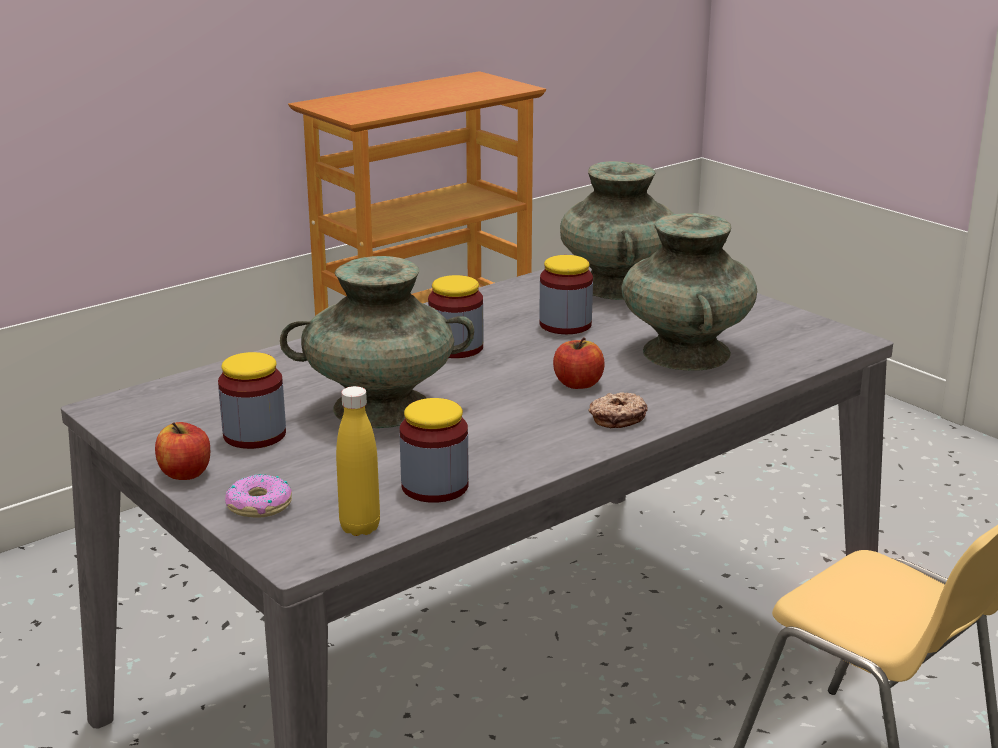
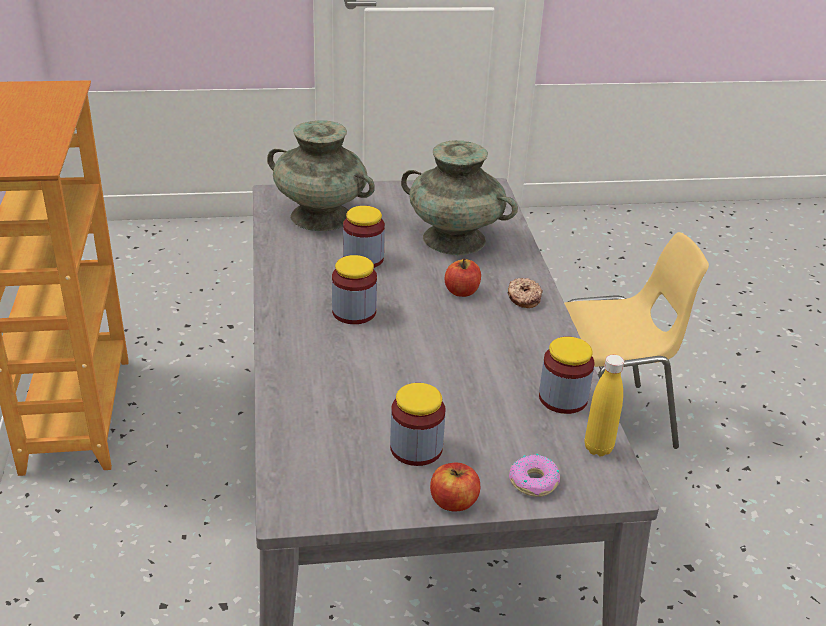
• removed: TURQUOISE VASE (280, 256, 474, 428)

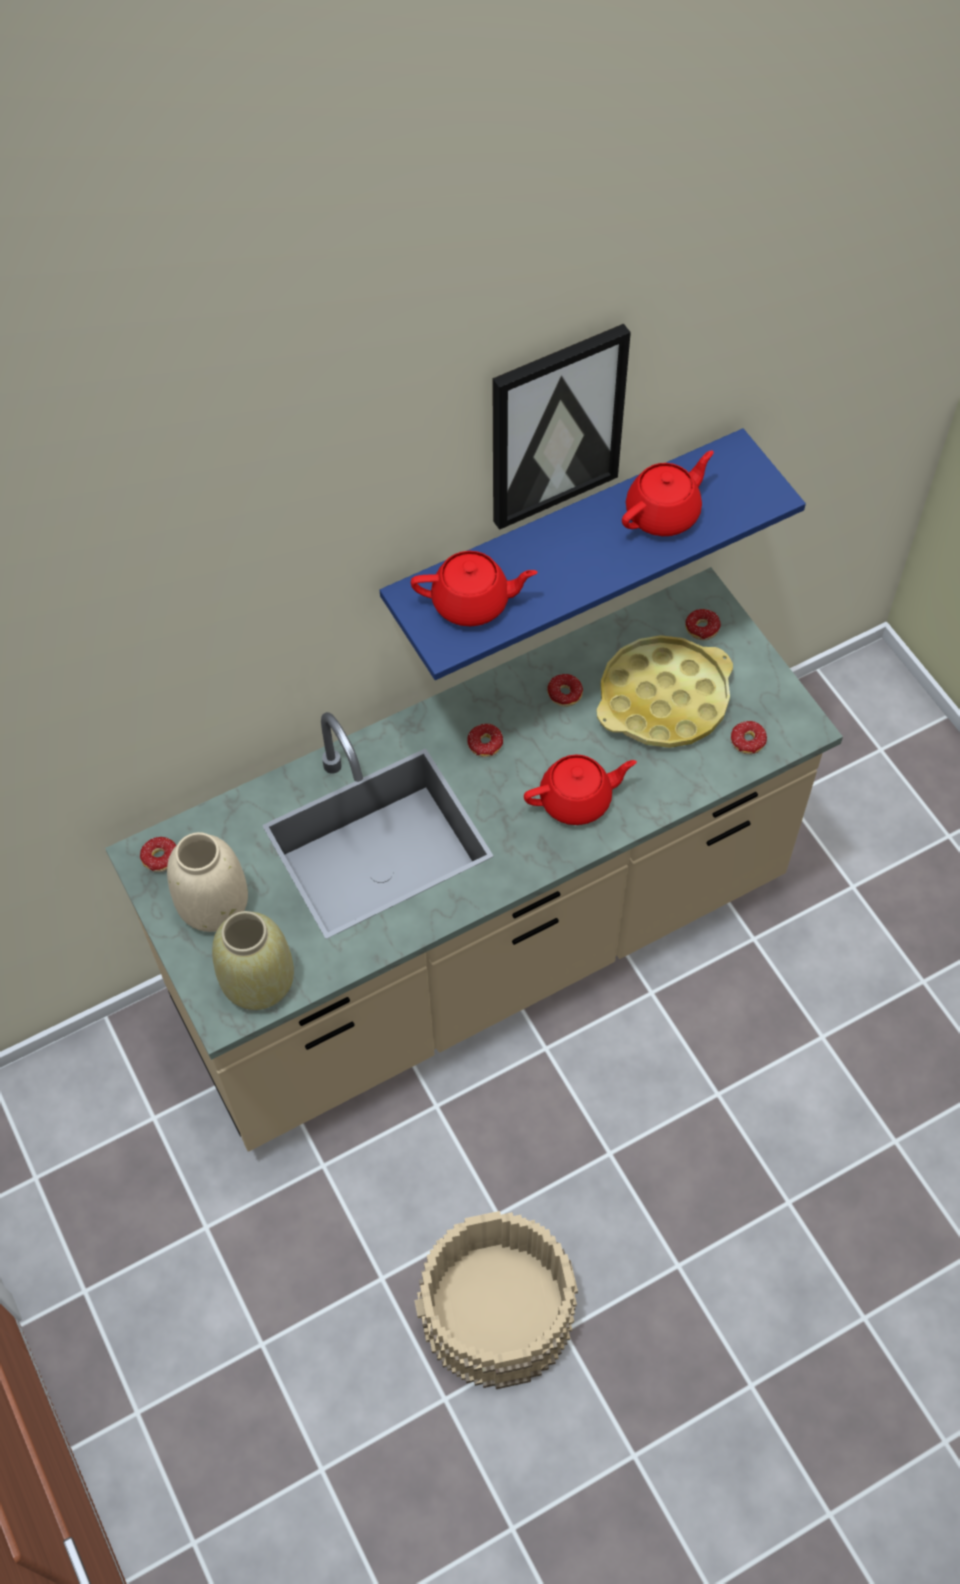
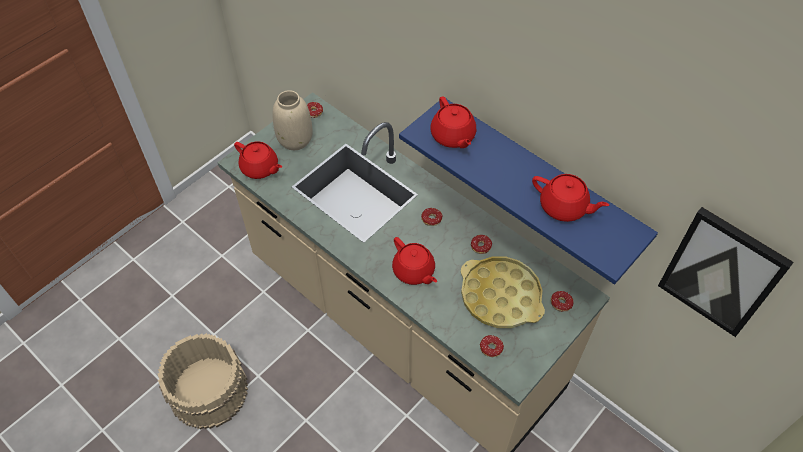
• moved: PICTURE (492, 323, 631, 530) to (658, 207, 794, 337)
• replaced: BEIGE VASE (212, 911, 294, 1010) to RED TEAPOT (234, 141, 282, 179)

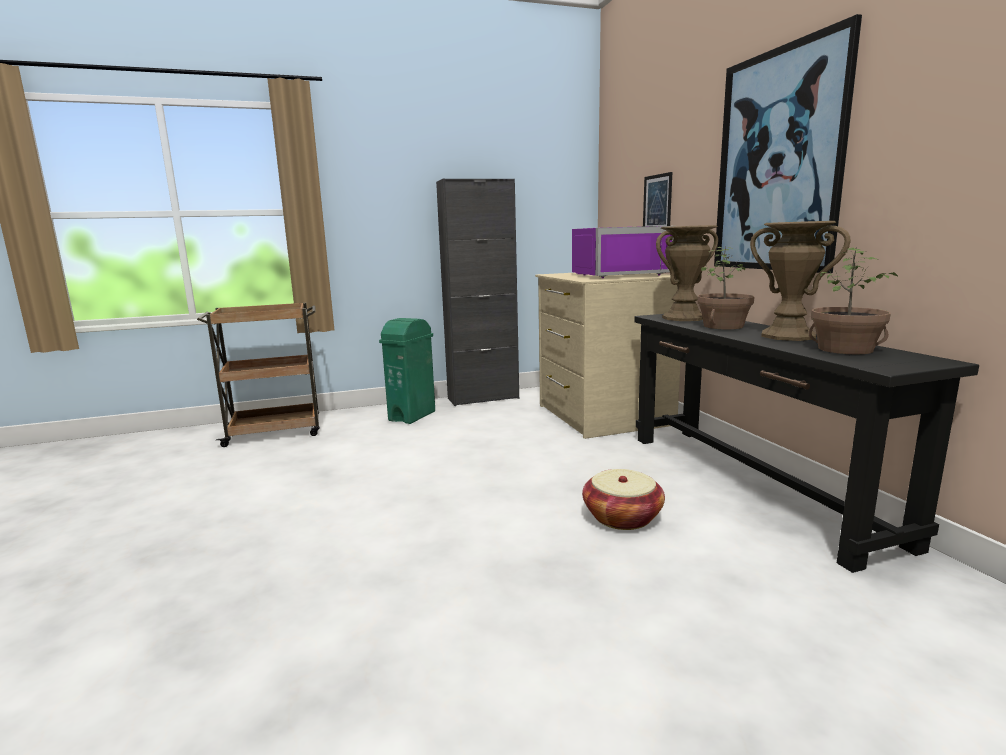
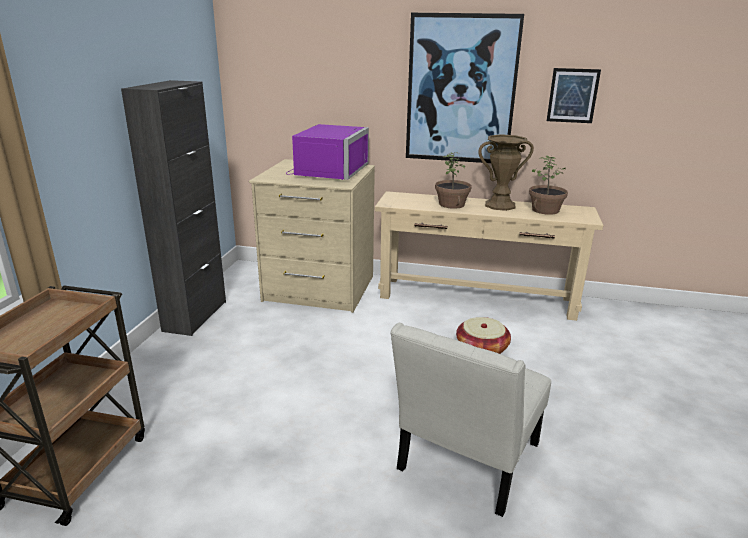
• moved: PICTURE (643, 172, 672, 226) to (547, 68, 601, 123)
• removed: BROWN VASE (656, 225, 718, 321)
• recoloured: BLACK CONSOLE TABLE (634, 314, 979, 573) to BEIGE CONSOLE TABLE (375, 191, 604, 321)
• removed: GREEN TRASH CAN (379, 318, 435, 424)
• added: WHITE CHAIR (390, 323, 551, 517)

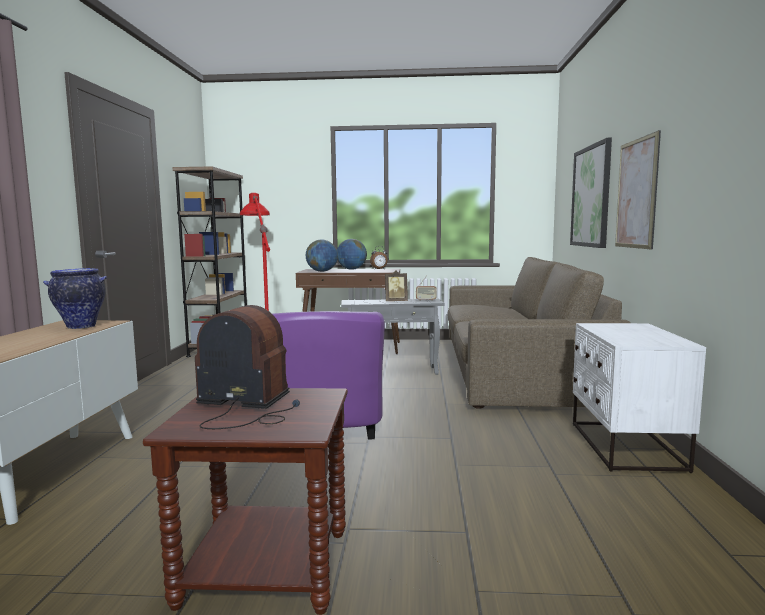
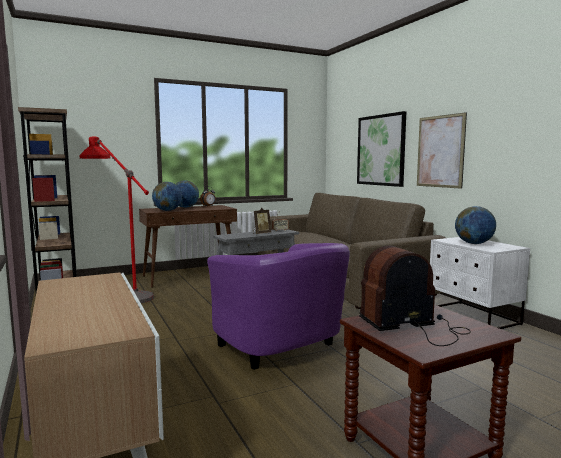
• removed: VASE (43, 268, 107, 329)
• added: GLOBE (455, 206, 496, 244)

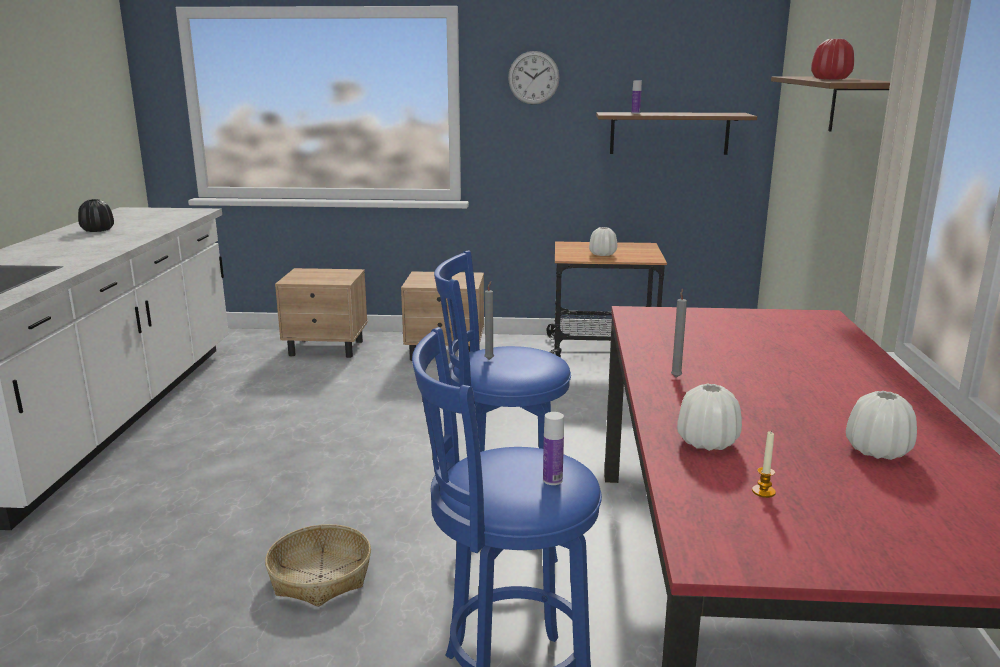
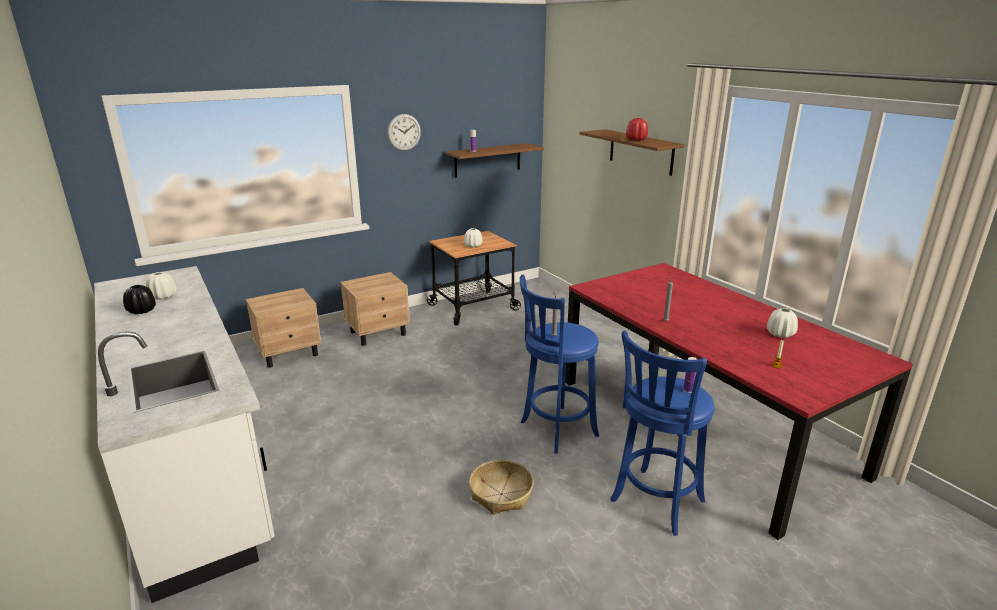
• moved: WHITE VASE (677, 384, 742, 451) to (146, 272, 177, 300)

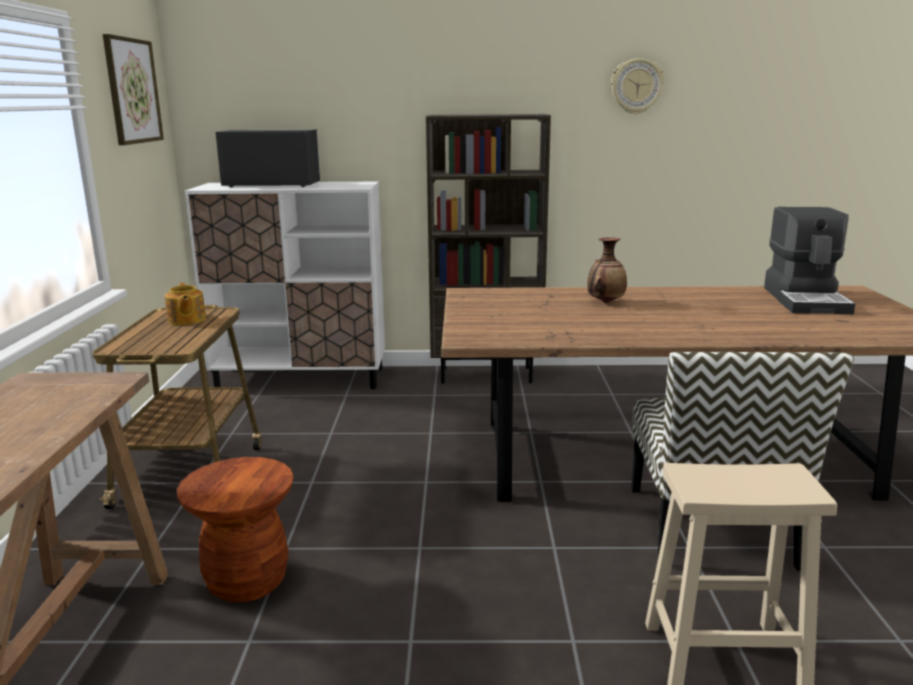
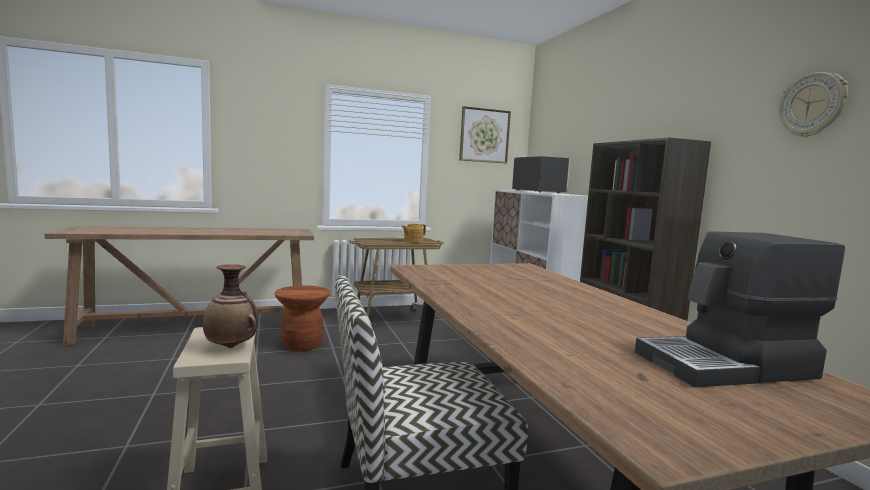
• moved: VASE (588, 238, 627, 303) to (203, 264, 258, 348)

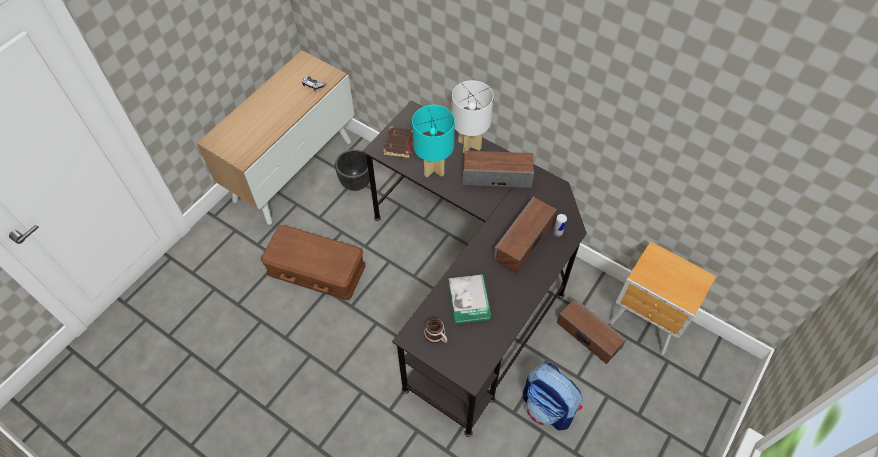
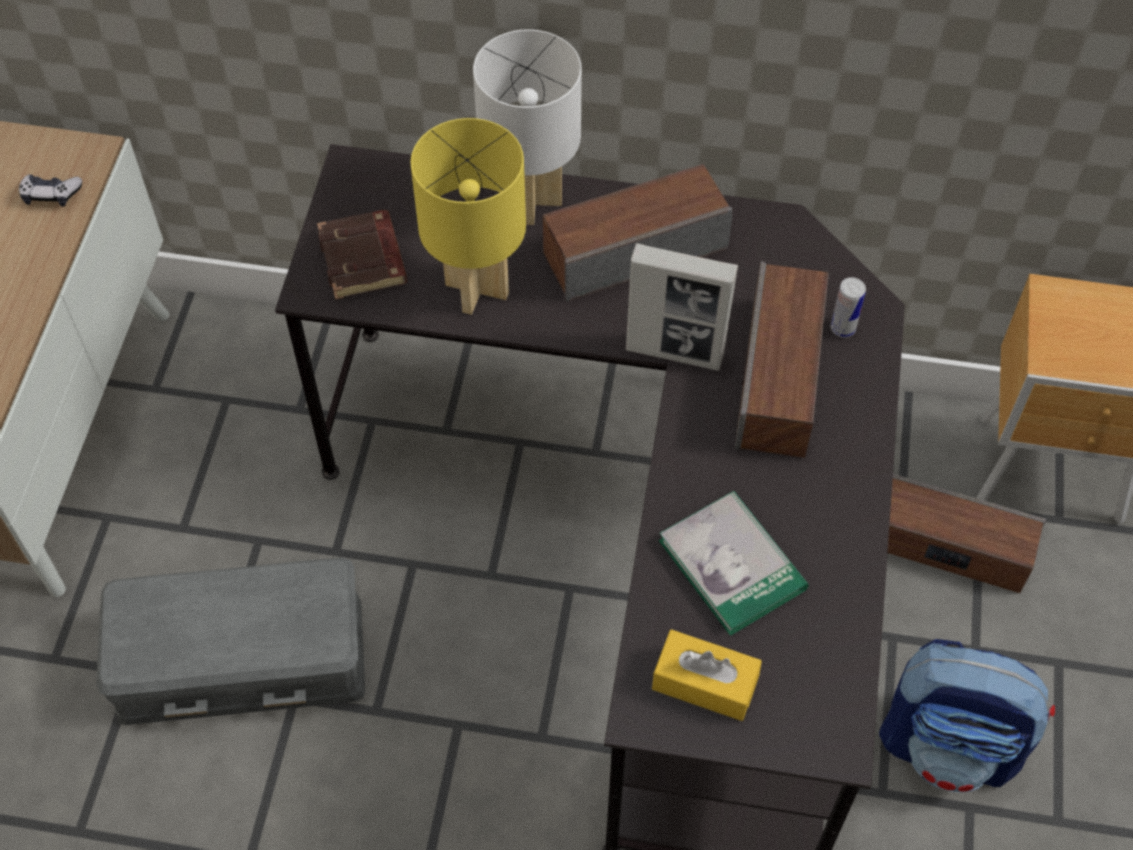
• recoloured: TURQUOISE TABLE LAMP (412, 105, 455, 177) to YELLOW TABLE LAMP (410, 118, 526, 315)
• removed: BLACK PLANTER (335, 149, 370, 191)
• recoloured: BROWN STORAGE BOX (261, 225, 365, 300) to GREY STORAGE BOX (96, 558, 365, 725)
• replaced: MUG (424, 318, 447, 343) to YELLOW TISSUE BOX (652, 629, 762, 721)
• added: PICTURE FRAME (625, 243, 738, 371)

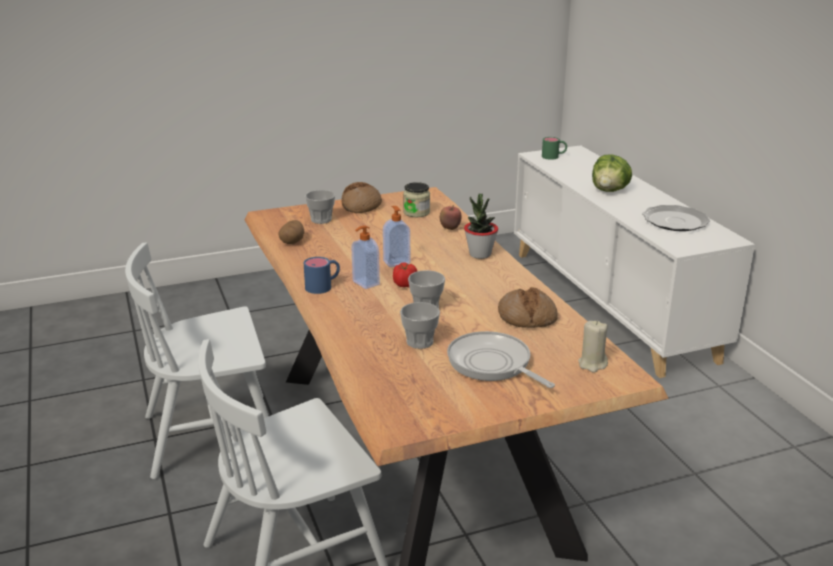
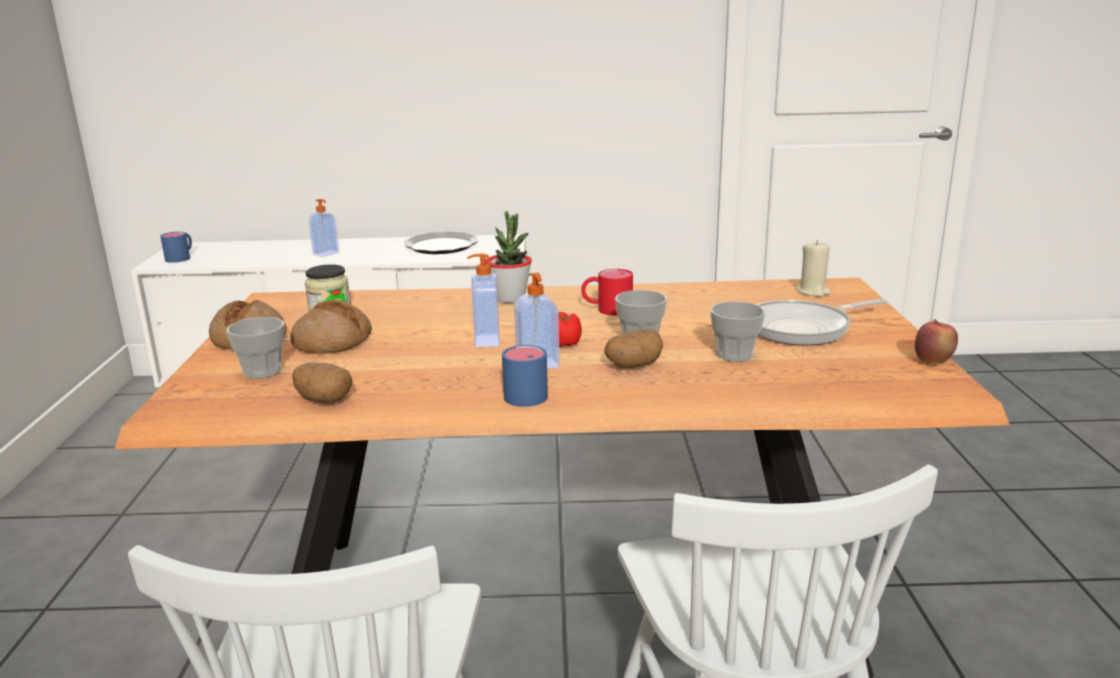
• recoloured: GREEN MUG (542, 137, 567, 160) to BLUE MUG (160, 232, 192, 263)
• replaced: LETTUCE (592, 155, 632, 192) to SOAP DISPENSER (309, 199, 339, 257)
• moved: APPLE (440, 206, 462, 230) to (915, 319, 958, 363)
• moved: BREAD (498, 287, 558, 328) to (290, 300, 372, 354)
• added: RED MUG (581, 269, 633, 316)
• added: POTATO (604, 329, 663, 368)

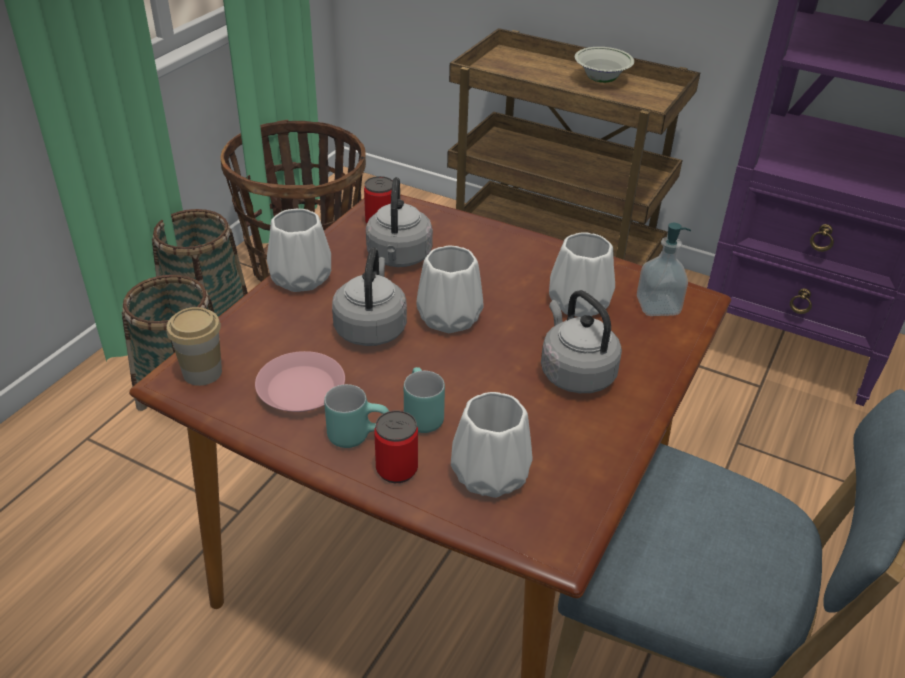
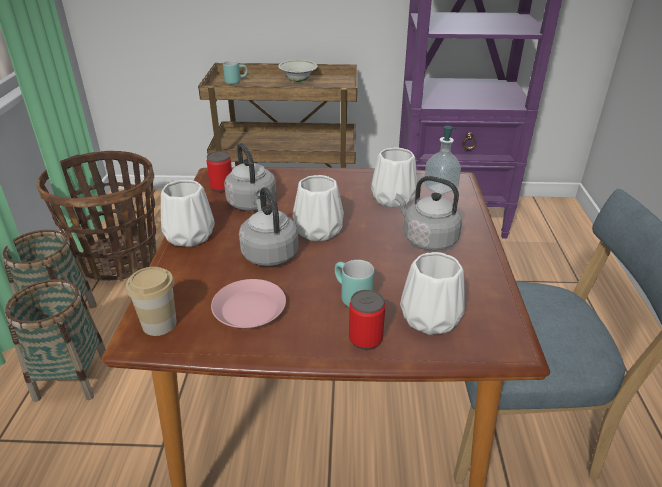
• moved: TURQUOISE MUG (324, 384, 389, 448) to (223, 61, 248, 84)

